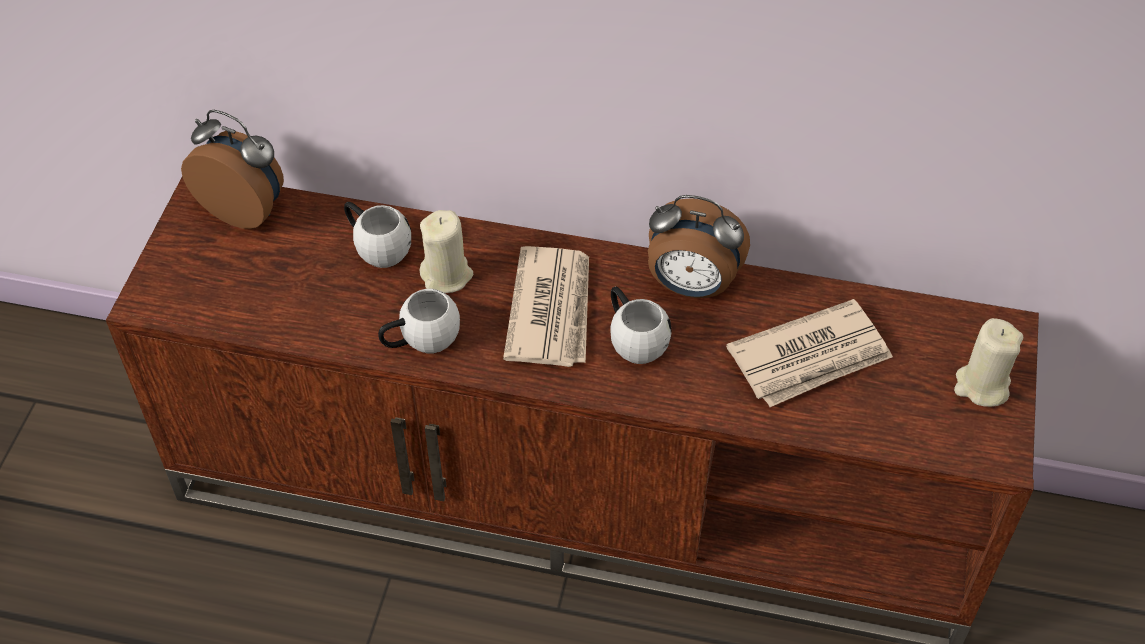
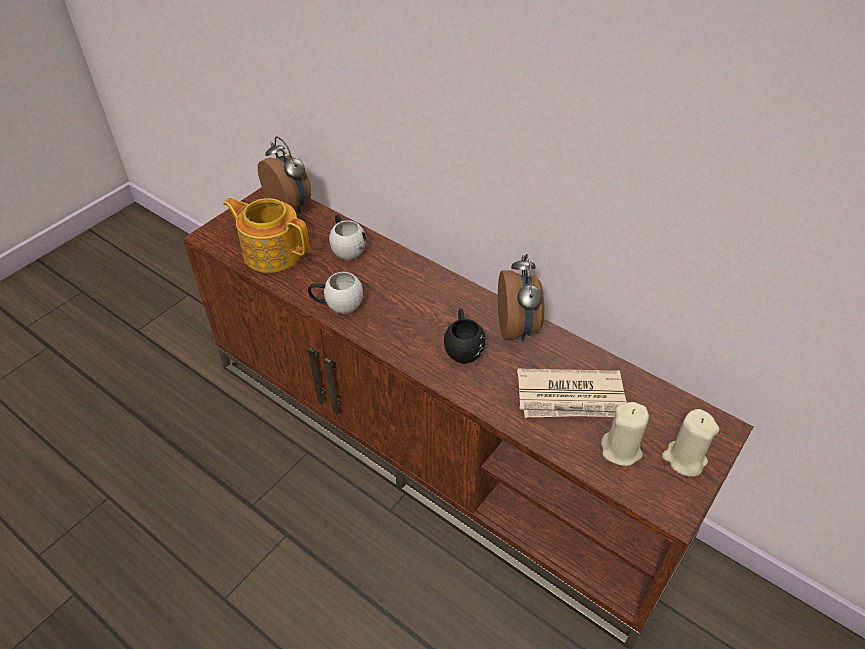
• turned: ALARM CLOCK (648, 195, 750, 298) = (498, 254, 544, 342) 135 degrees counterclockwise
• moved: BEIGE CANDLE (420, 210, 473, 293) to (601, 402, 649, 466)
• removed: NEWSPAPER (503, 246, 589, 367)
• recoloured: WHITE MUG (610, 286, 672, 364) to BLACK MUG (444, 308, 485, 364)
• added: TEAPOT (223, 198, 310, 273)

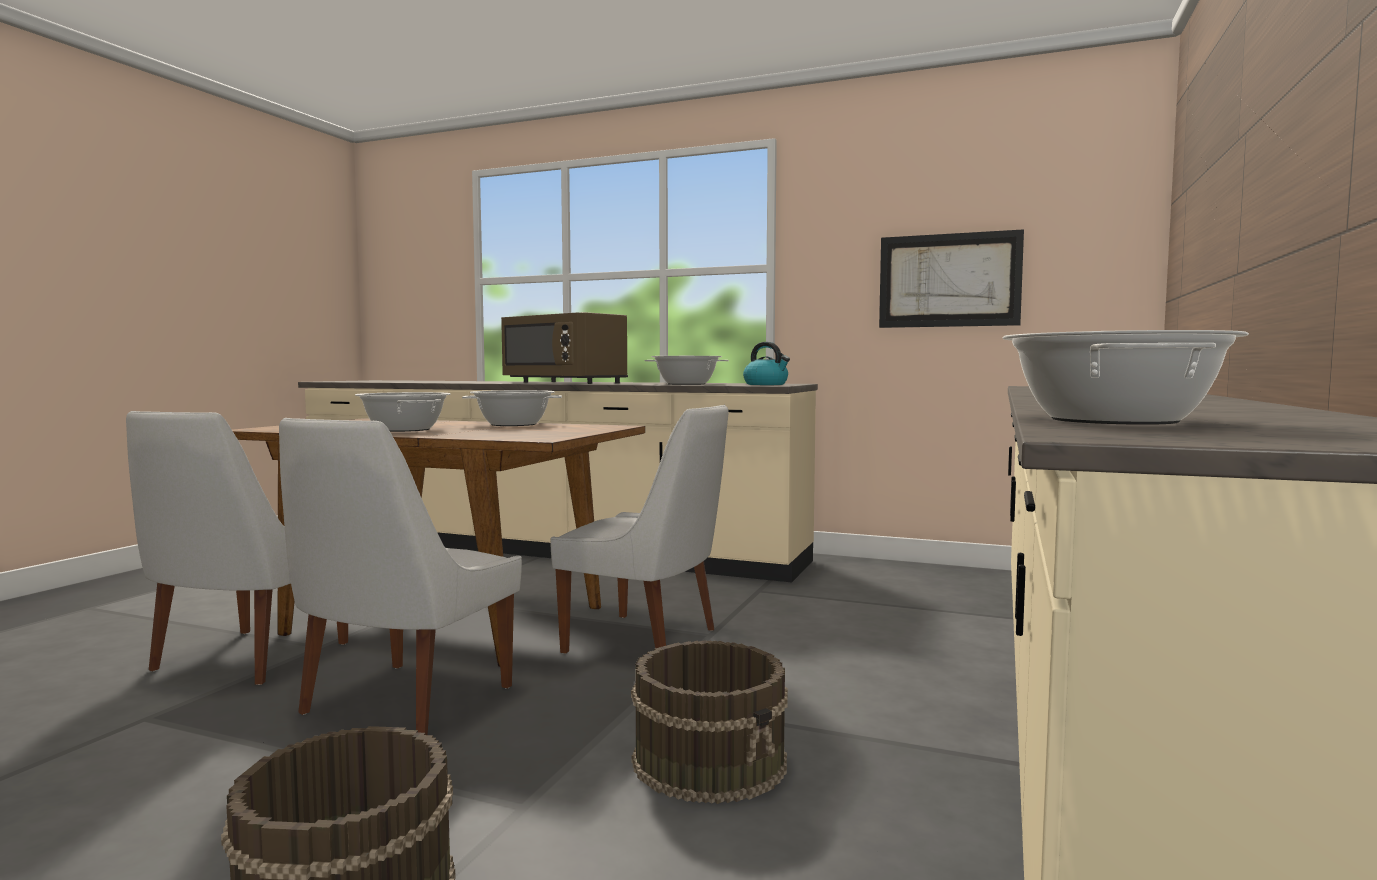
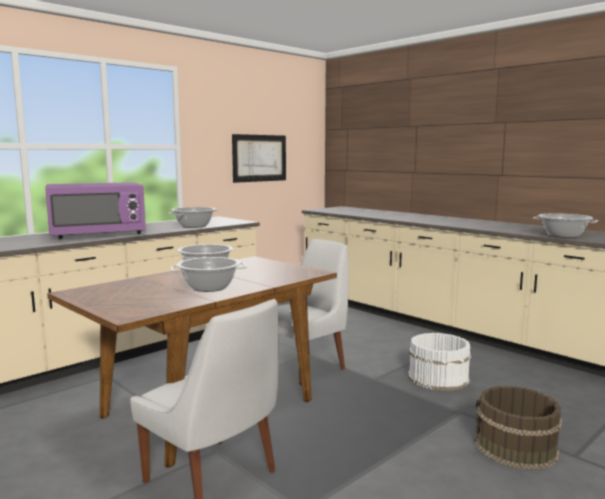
• recoloured: BROWN MICROWAVE (501, 312, 628, 384) to PURPLE MICROWAVE (45, 182, 146, 239)
• removed: KETTLE (743, 342, 790, 385)
• removed: WHITE CHAIR (279, 418, 522, 735)
• recoloured: BROWN BUCKET (631, 640, 788, 804) to WHITE BUCKET (408, 333, 471, 391)

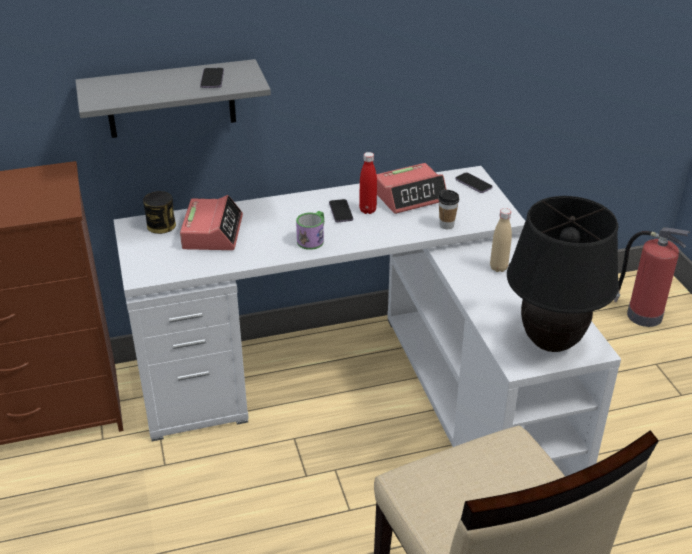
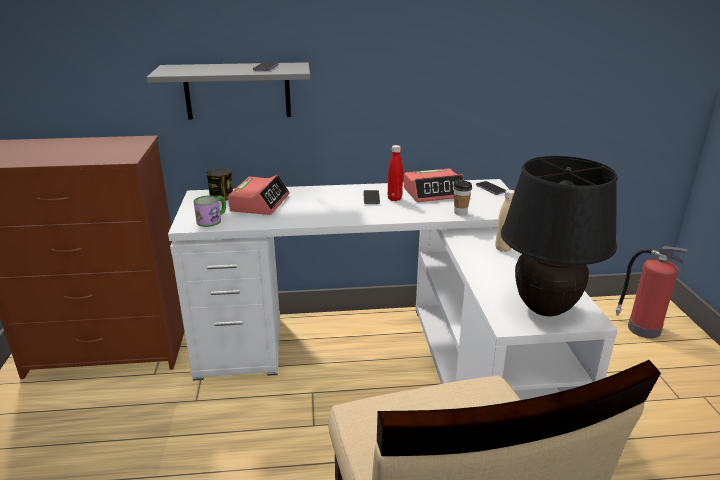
• moved: MUG (296, 211, 324, 250) to (194, 196, 226, 227)

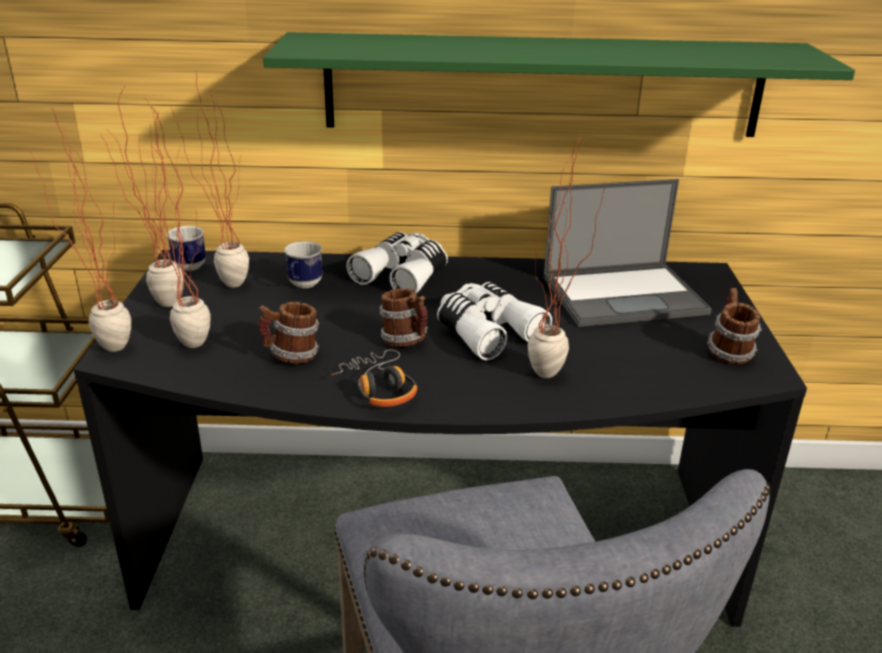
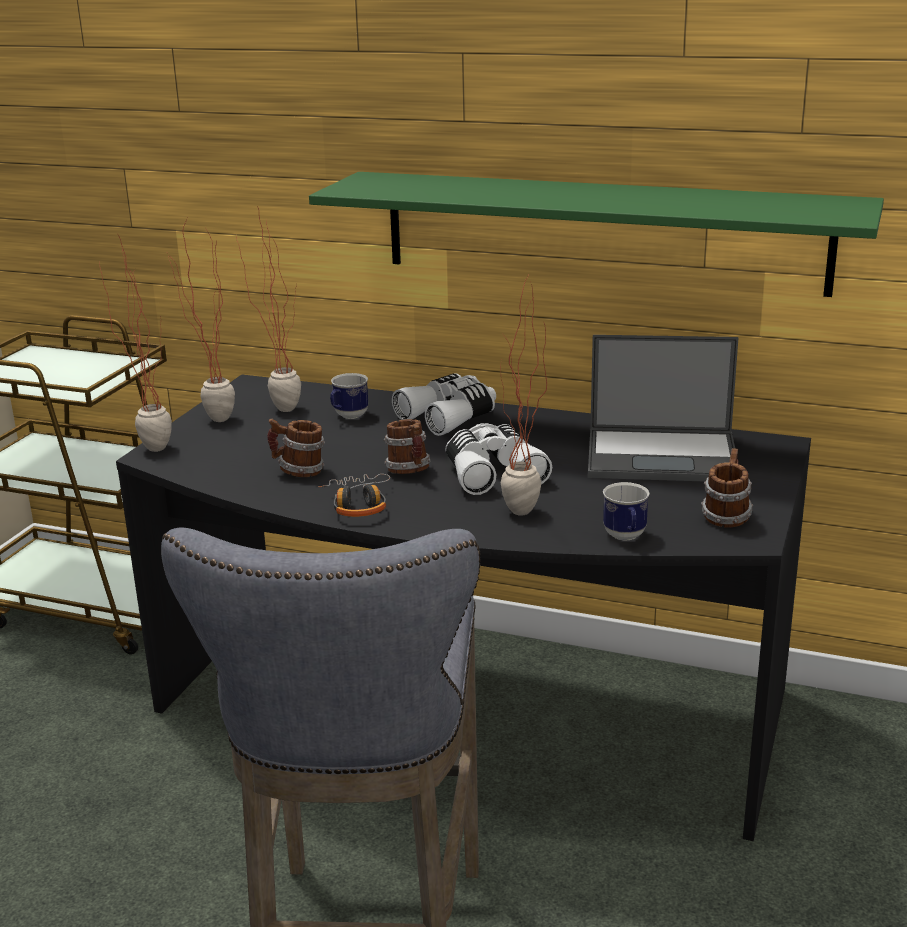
• removed: POTTED PLANT (139, 105, 211, 348)
• moved: MUG (166, 226, 206, 271) to (603, 482, 650, 540)

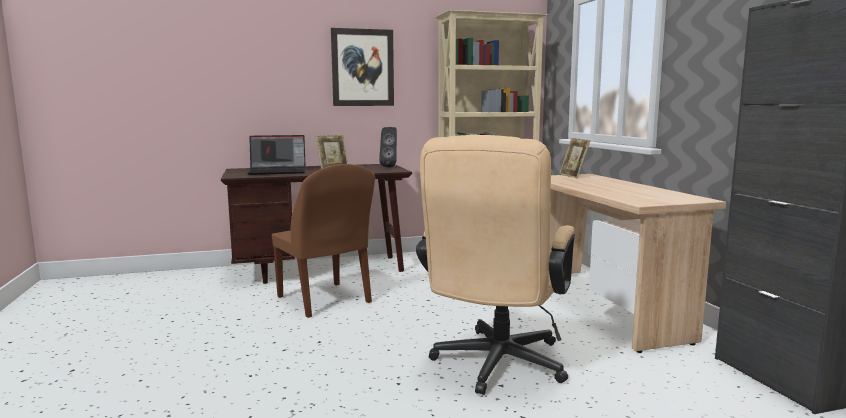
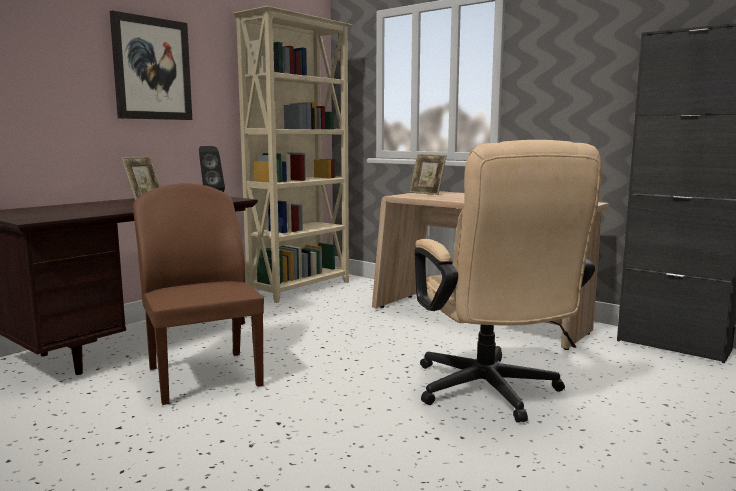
• removed: LAPTOP (247, 135, 306, 175)
• turned: BROWN CHAIR (272, 164, 375, 318) = (133, 183, 264, 405) 135 degrees counterclockwise

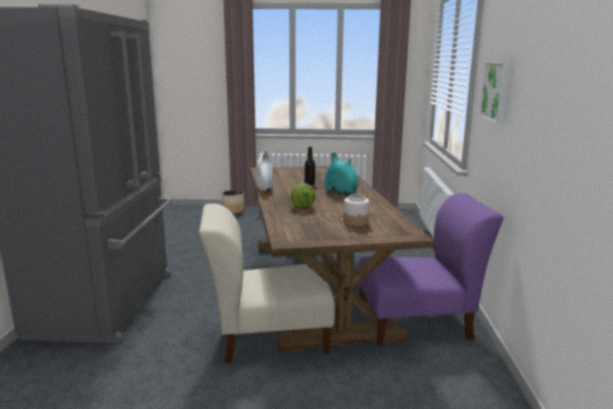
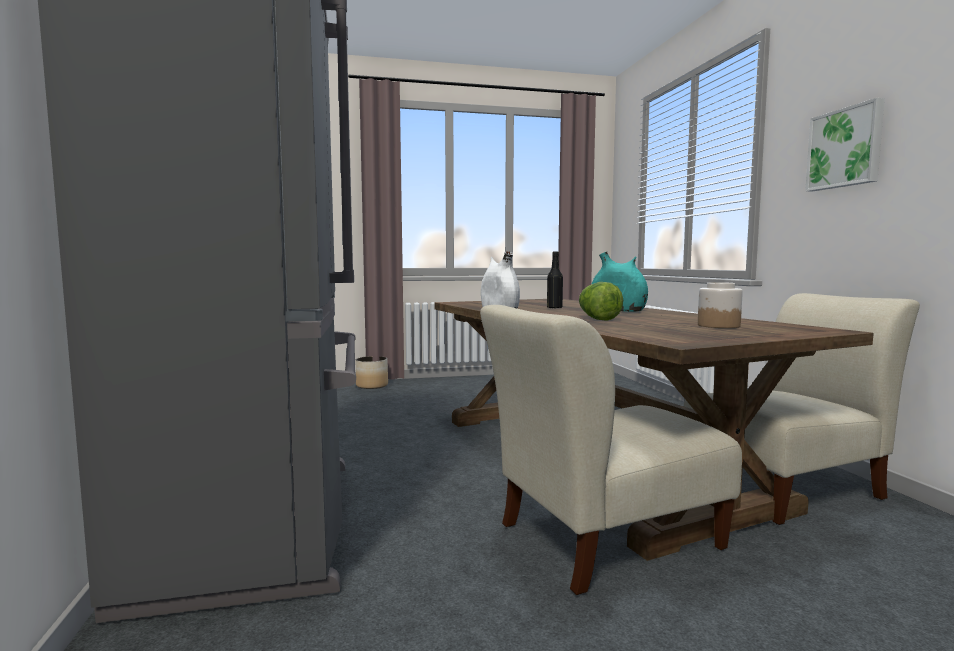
• recoloured: PURPLE CHAIR (358, 193, 503, 345) to BEIGE CHAIR (684, 293, 920, 525)

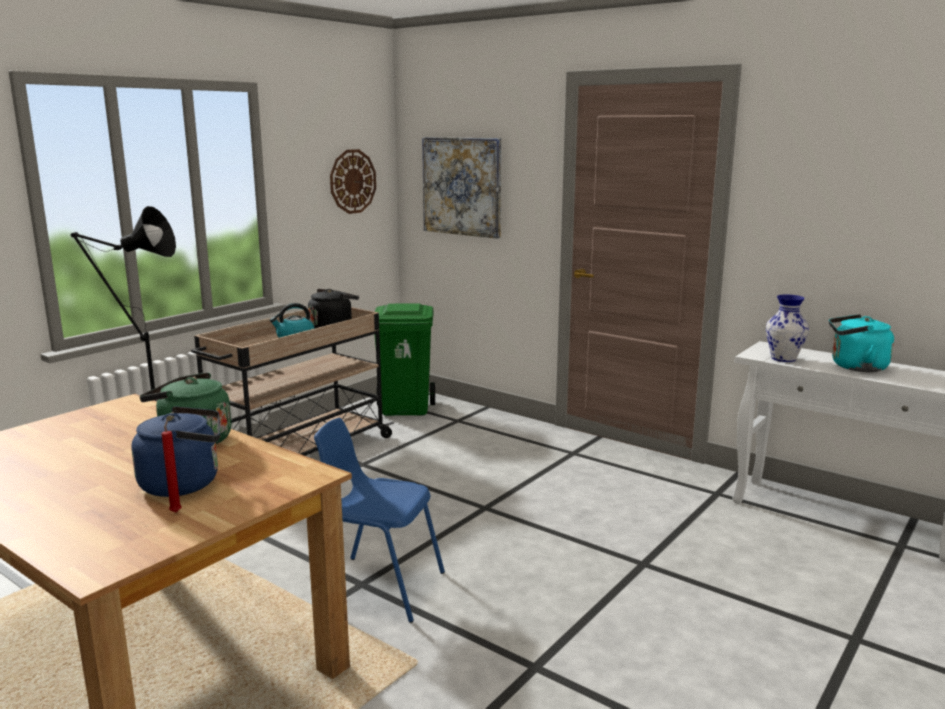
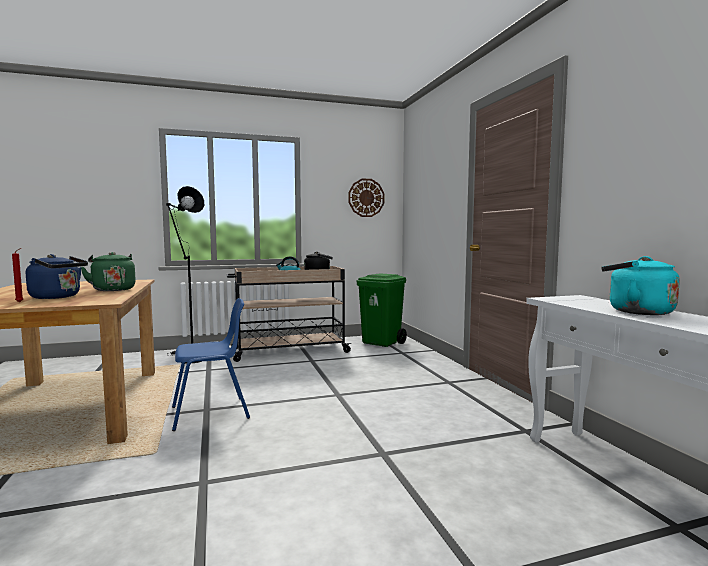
• removed: PICTURE (422, 137, 501, 239)
• removed: VASE (766, 295, 809, 362)
• turned: BLUE CHAIR (314, 418, 445, 623) = (172, 298, 250, 431) 105 degrees clockwise

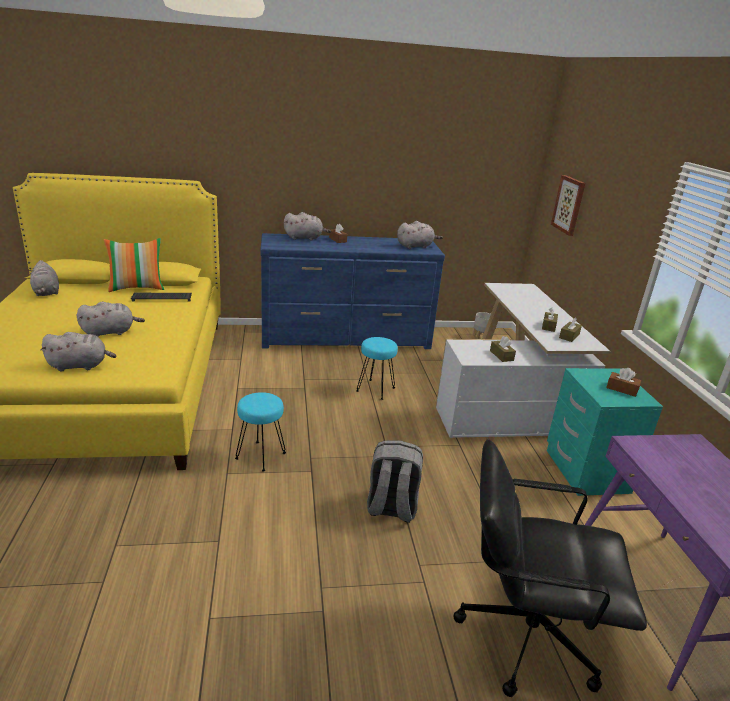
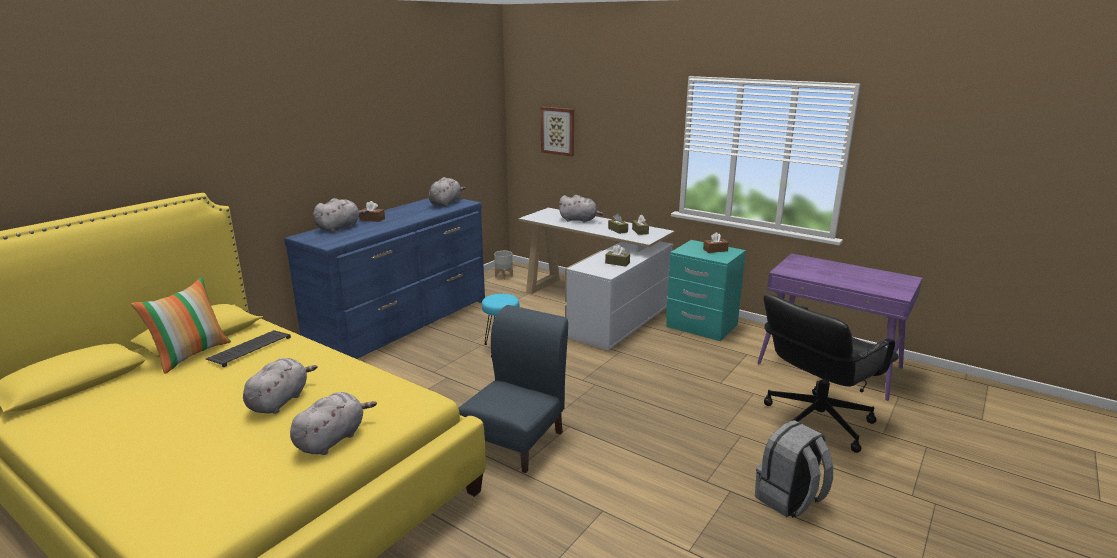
• moved: GREY PLUSH TOY (28, 260, 59, 296) to (558, 195, 603, 223)
• replaced: TURQUOISE STOOL (235, 392, 286, 471) to BLUE CHAIR (458, 305, 568, 473)
• moved: GREY BACKPACK (367, 440, 423, 523) to (755, 420, 833, 518)

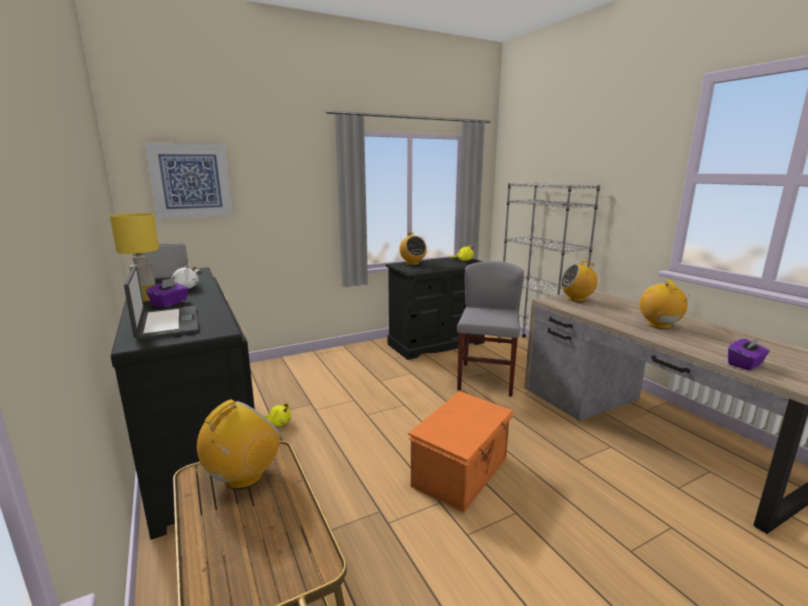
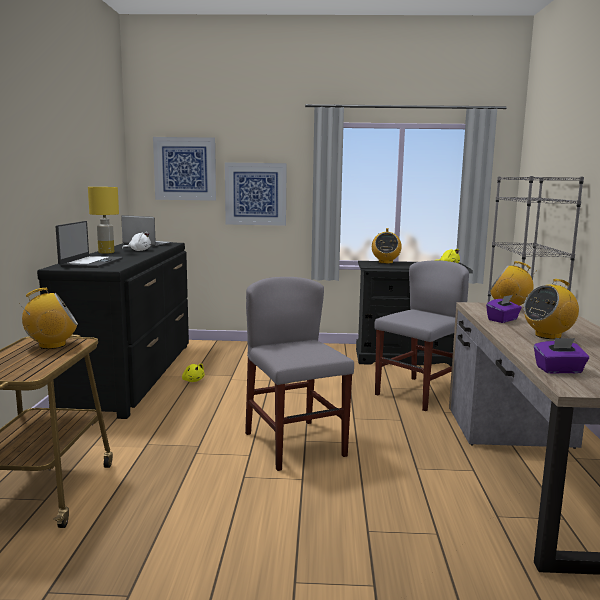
• moved: PURPLE TISSUE BOX (146, 277, 189, 308) to (486, 295, 522, 323)
• turned: RADIO (639, 280, 690, 329) = (524, 279, 579, 339) 150 degrees counterclockwise
• replaced: ORANGE STORAGE BOX (408, 391, 515, 512) to GREY CHAIR (245, 277, 354, 471)
• added: PICTURE (225, 162, 287, 226)

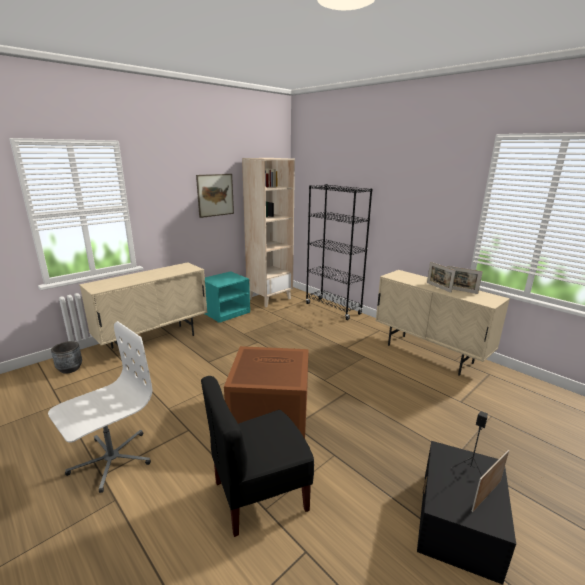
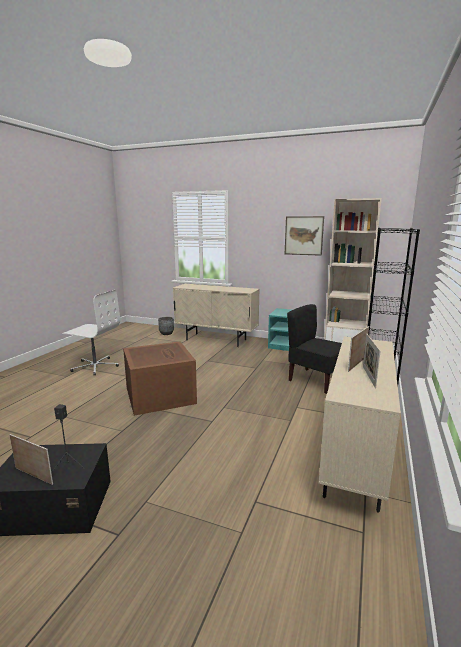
• moved: BLACK CHAIR (201, 376, 314, 537) to (287, 304, 342, 394)

